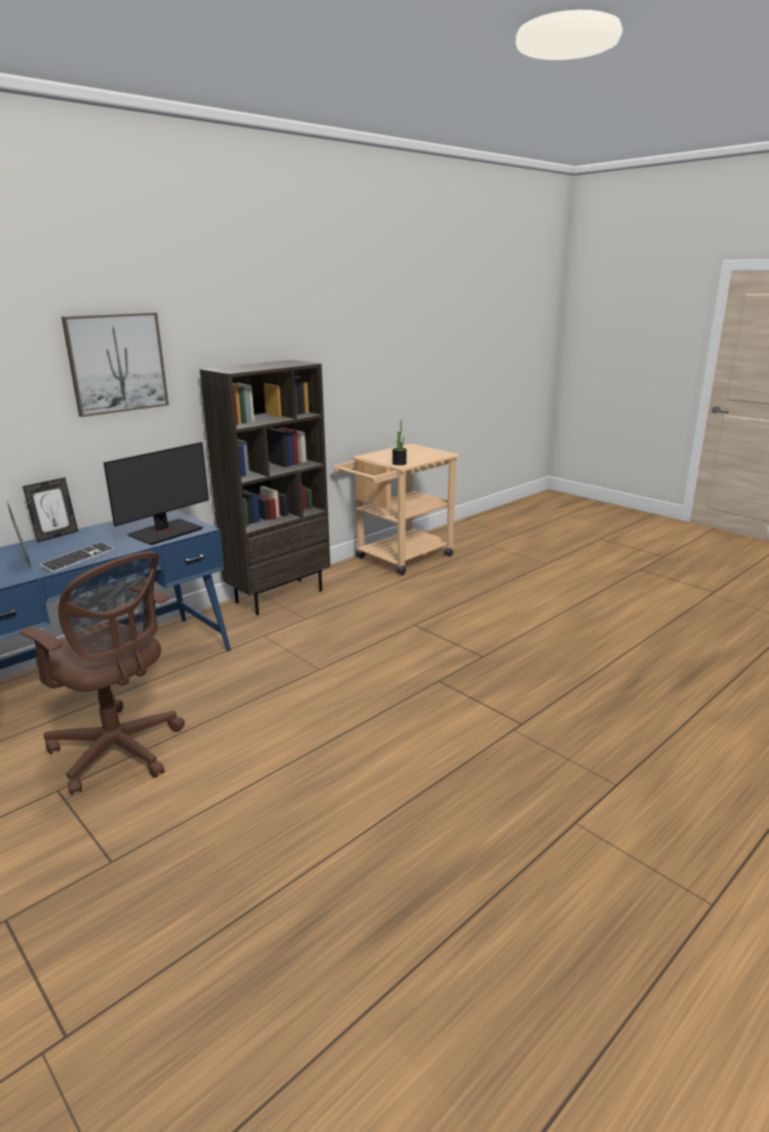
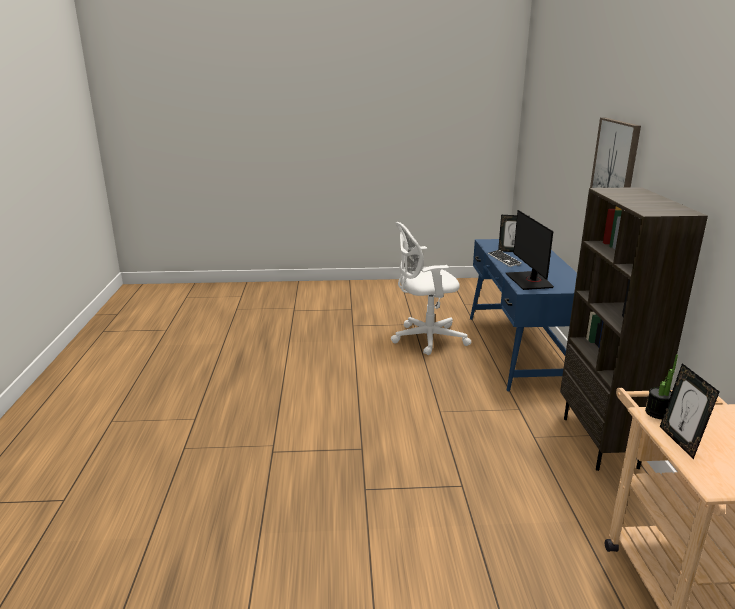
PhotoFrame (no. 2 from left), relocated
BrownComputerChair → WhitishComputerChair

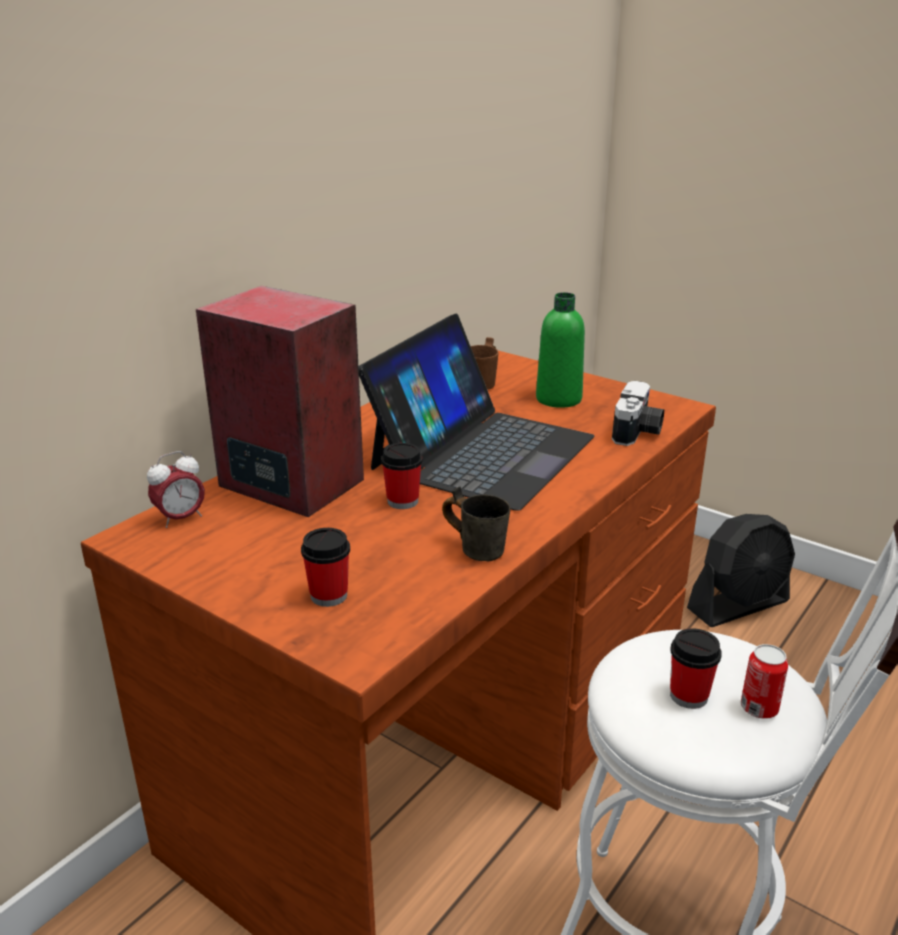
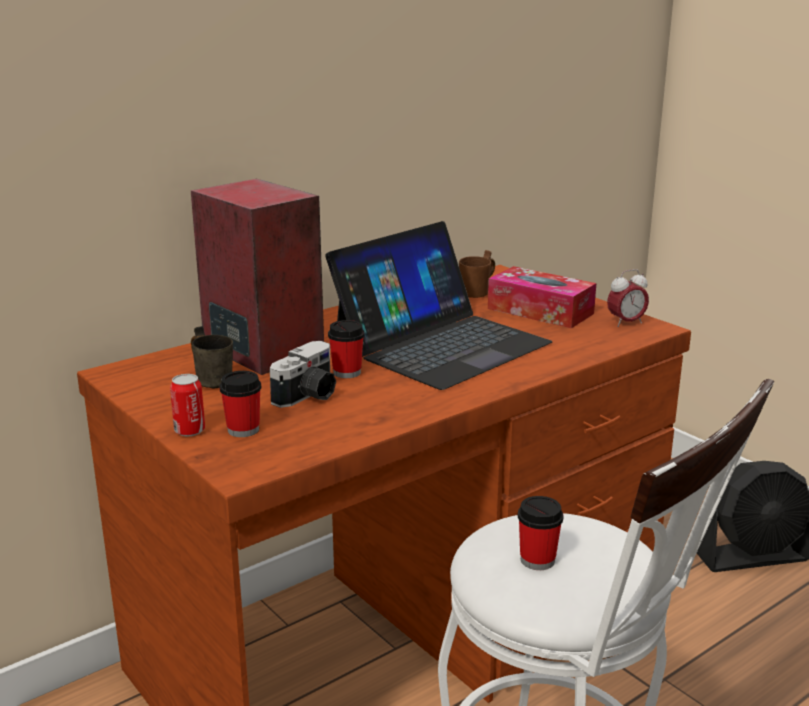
GreenColouredBottle → TissueBox
PhotoCamera, relocated
BedsideClock, relocated
GrayCoffeeMug, relocated
SealedCan, relocated

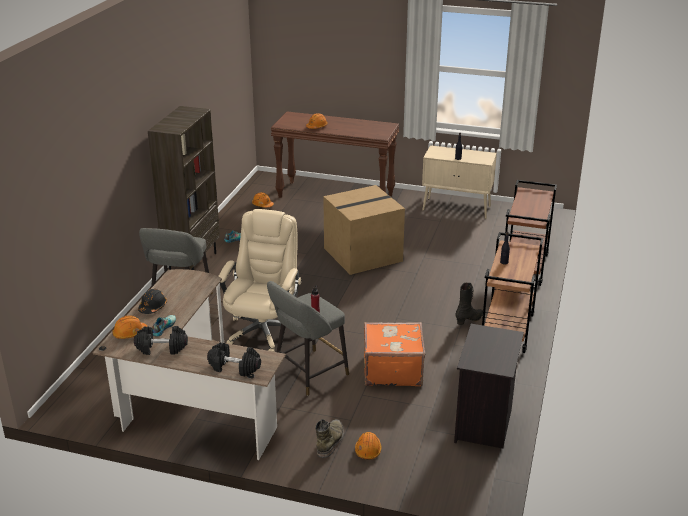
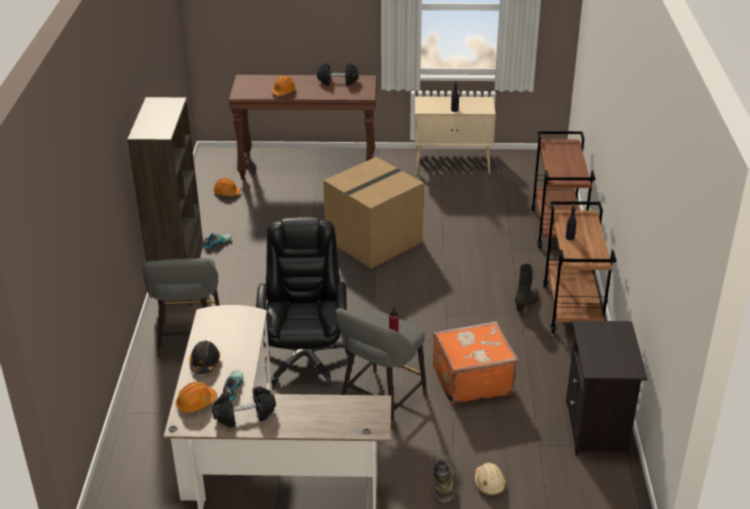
BeigeColouredComputerChair → BlackishComputerChair
BlackishFreeWeight (no. 2 from left), relocated
OrangeHardHat (no. 4 from left) → BeigeColouredHardHat

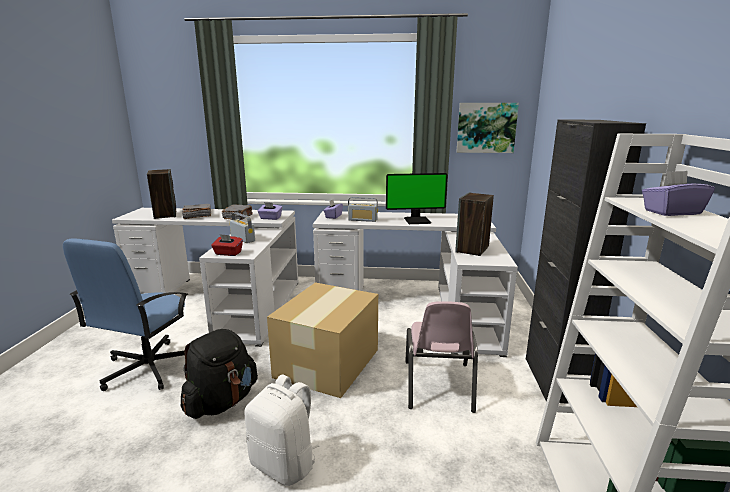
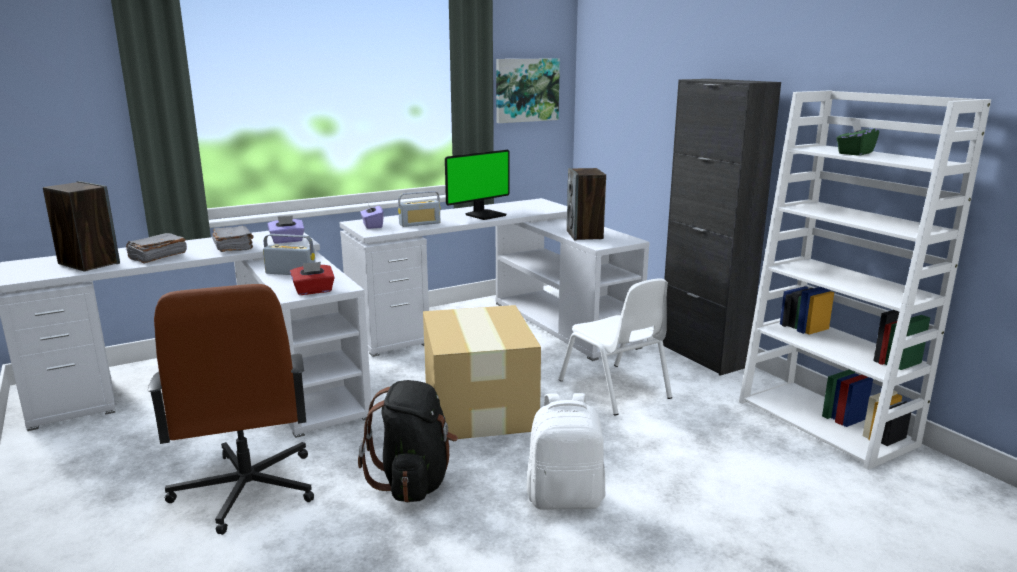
PurpleColouredTissueBox (no. 3 from left) → GreenColouredTissueBox
BlueColouredComputerChair → BrownComputerChair
PinkColouredUprightChair → WhitishUprightChair

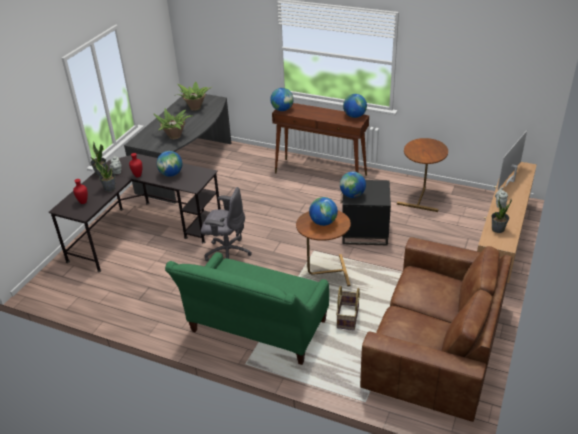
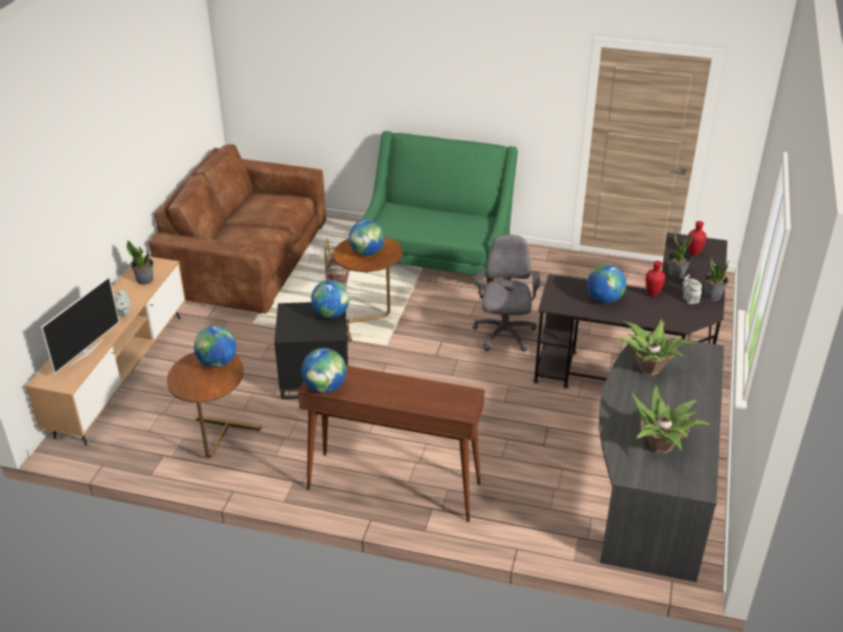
Globe (no. 2 from left in the first image) → Globe (no. 1 from left), relocated
GrayComputerChair, 90 degrees clockwise

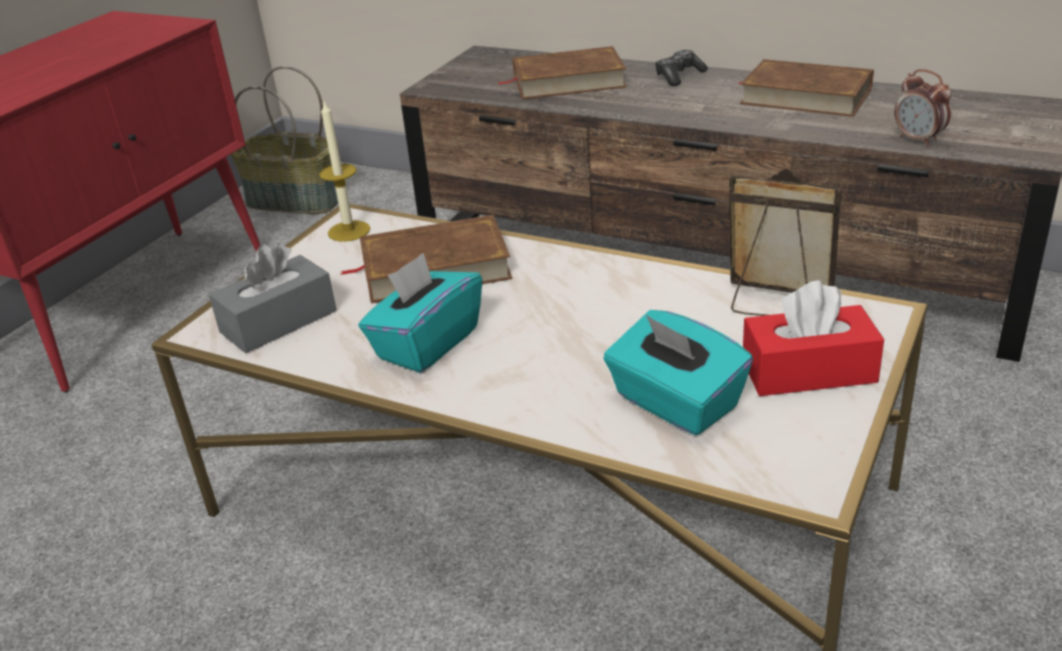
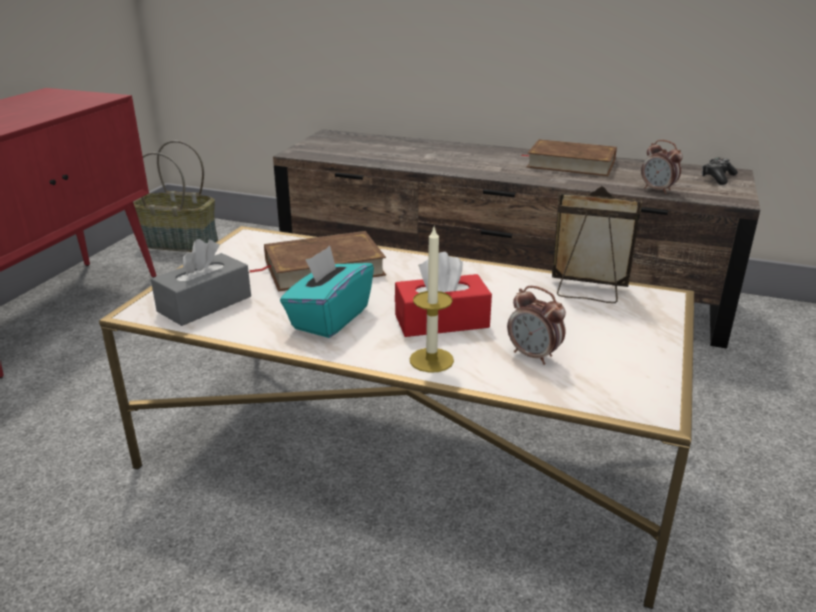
BrownVolume (no. 2 from left) → -
GameController, relocated
WaxLight, relocated
RedTissueBox, relocated
BlueGreenTissueBox (no. 2 from left) → BedsideClock (no. 1 from left)

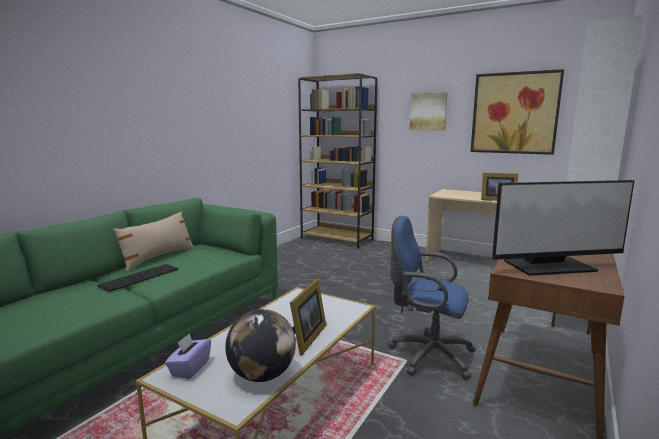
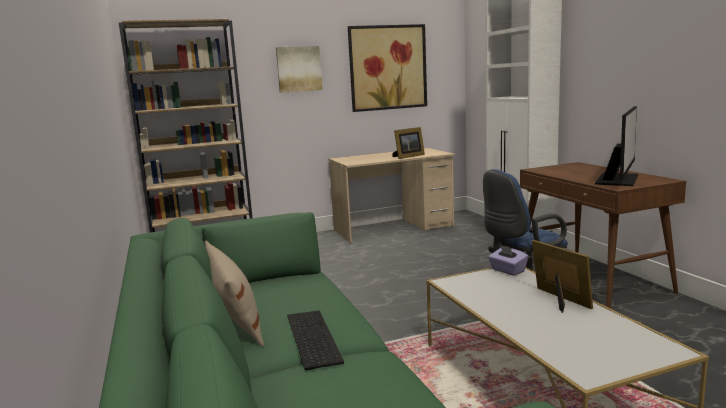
Globe → -
PurpleColouredTissueBox, relocated

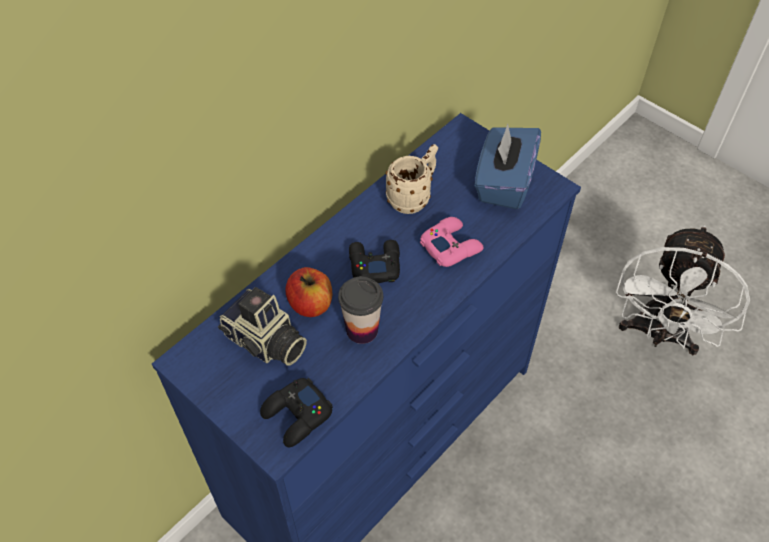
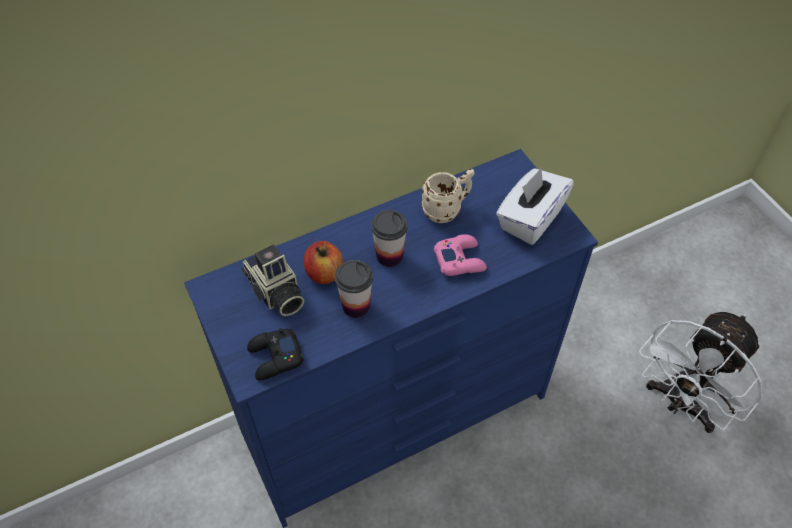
BlueColouredTissueBox → WhitishTissueBox
BlackishGameController (no. 2 from left) → DrinkingCup (no. 2 from left)

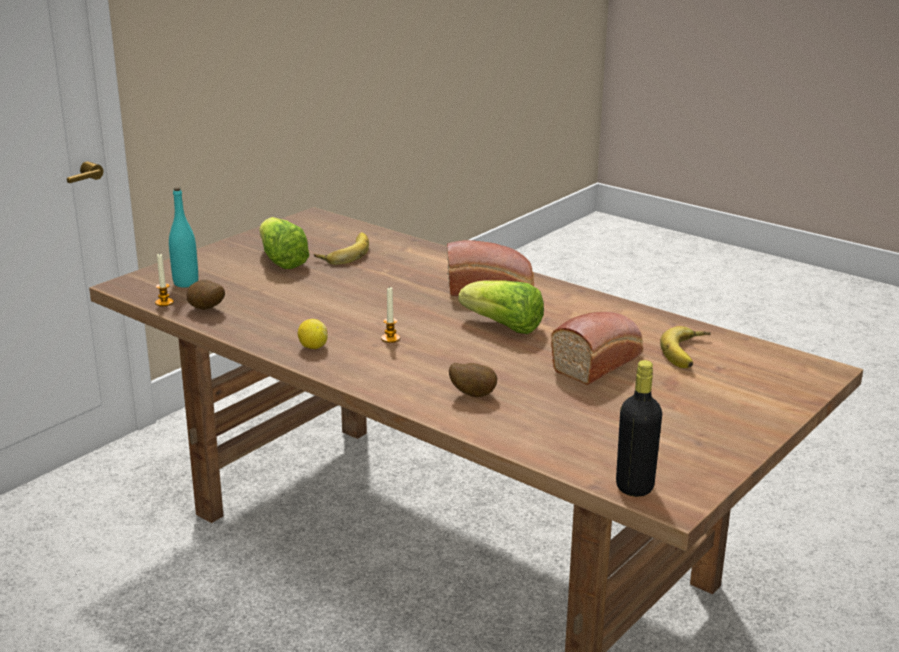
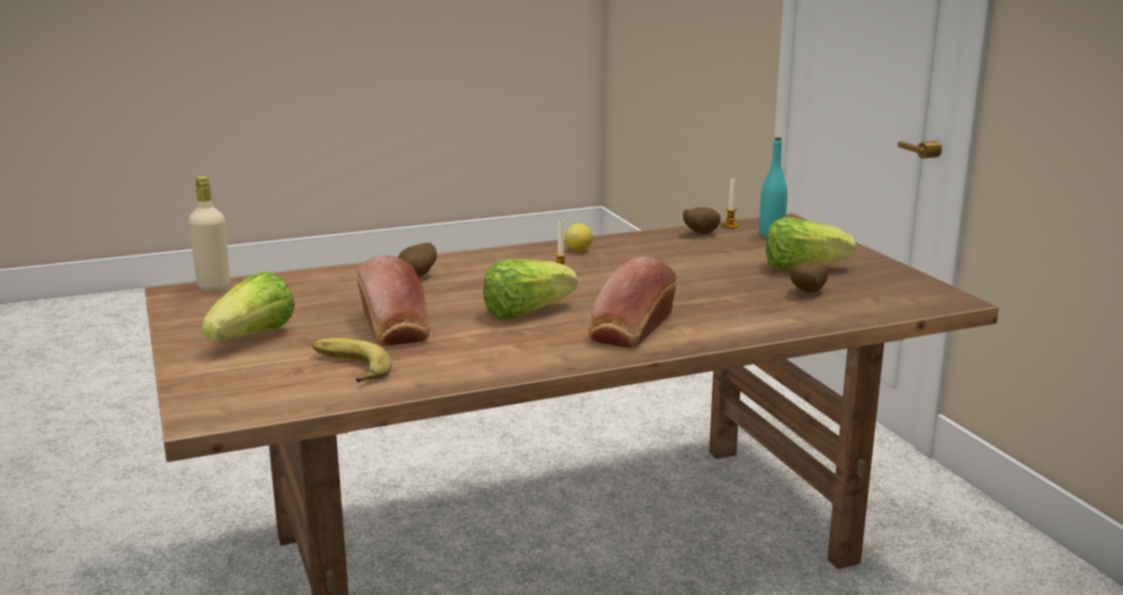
Banana (no. 1 from left) → Potato (no. 3 from left)
BlackishBottle → BeigeColouredBottle
- → HeadOfLettuce (no. 1 from left)

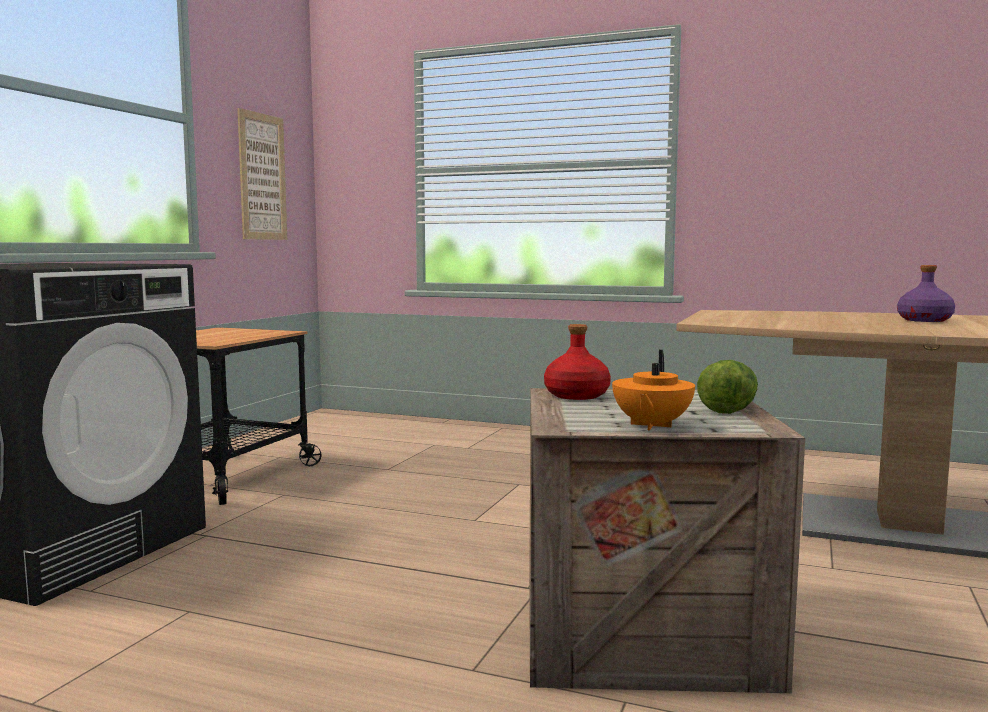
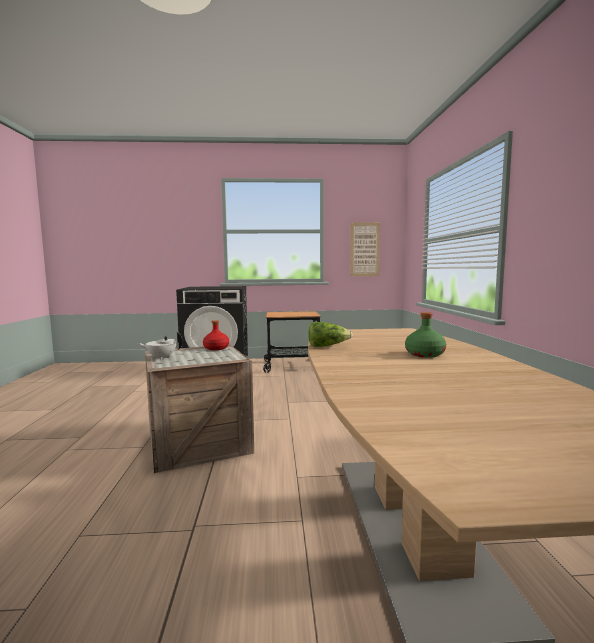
PurpleColouredBottle → GreenColouredBottle
OrangePotForTea → WhitishPotForTea
HeadOfLettuce, relocated

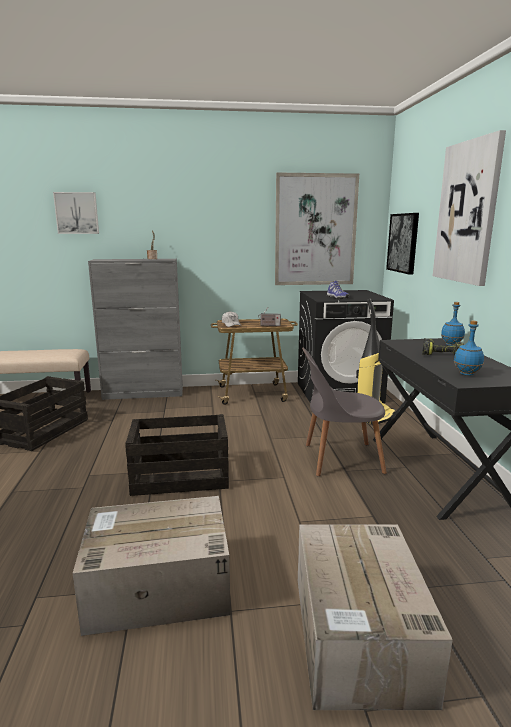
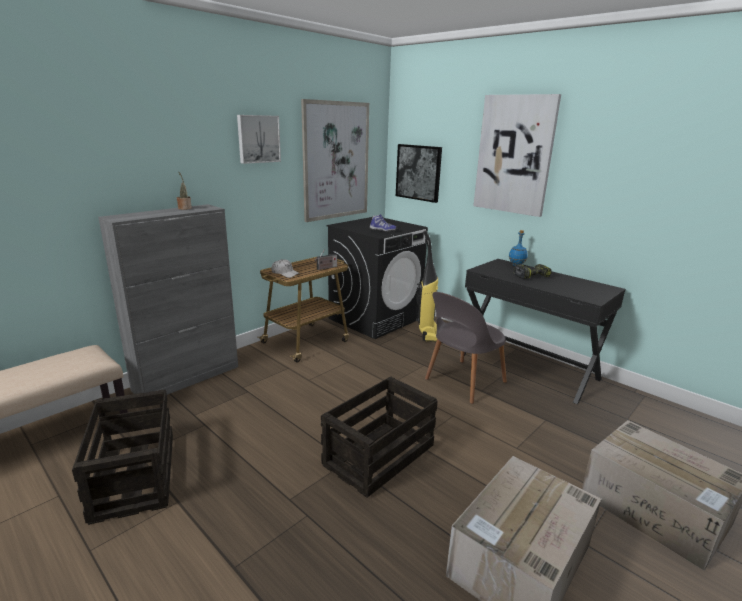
WallPicture (no. 1 from left), relocated
BlueColouredBottle (no. 2 from left) → -

